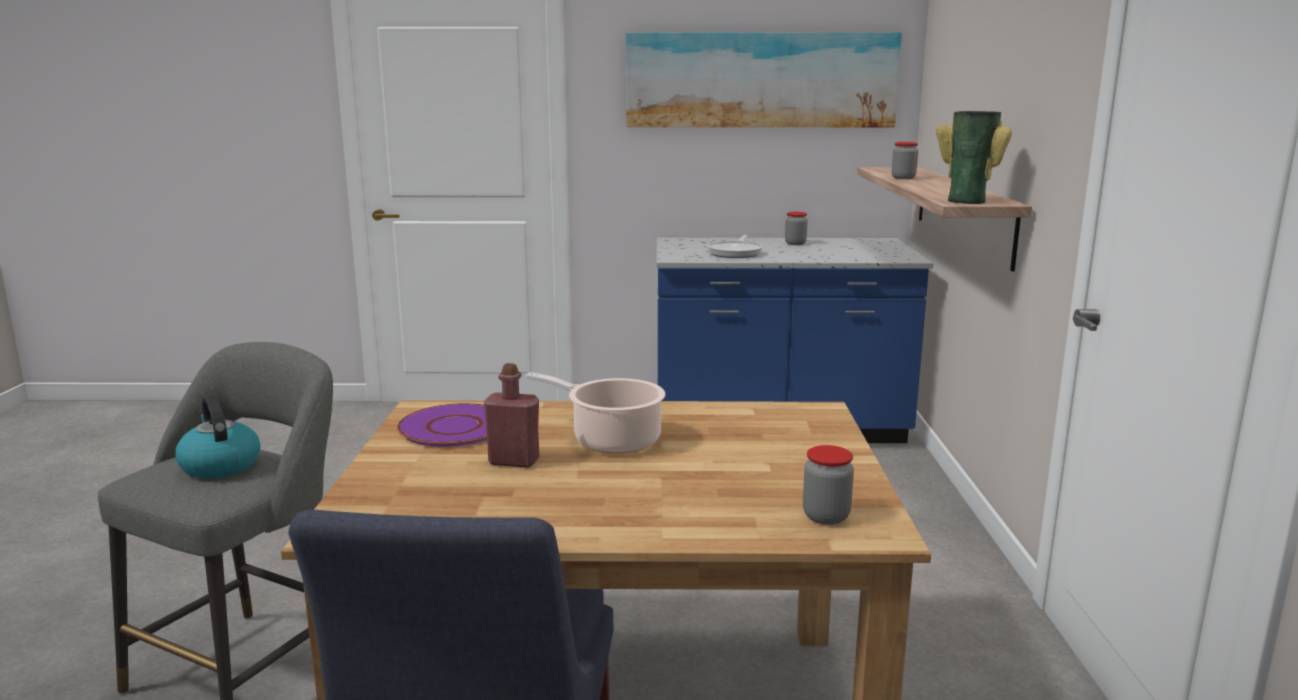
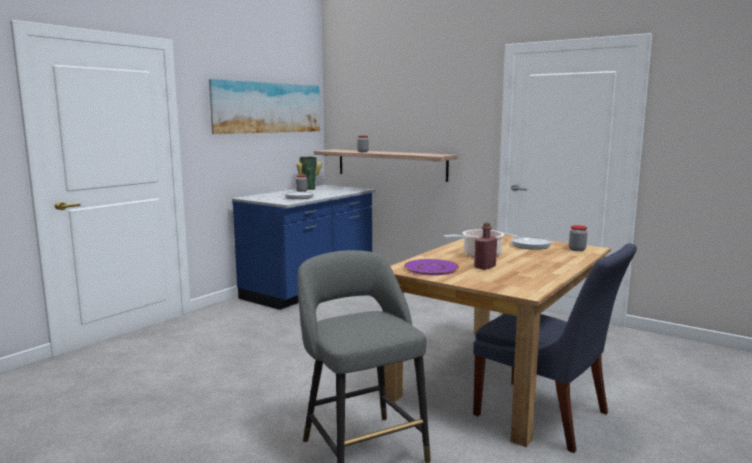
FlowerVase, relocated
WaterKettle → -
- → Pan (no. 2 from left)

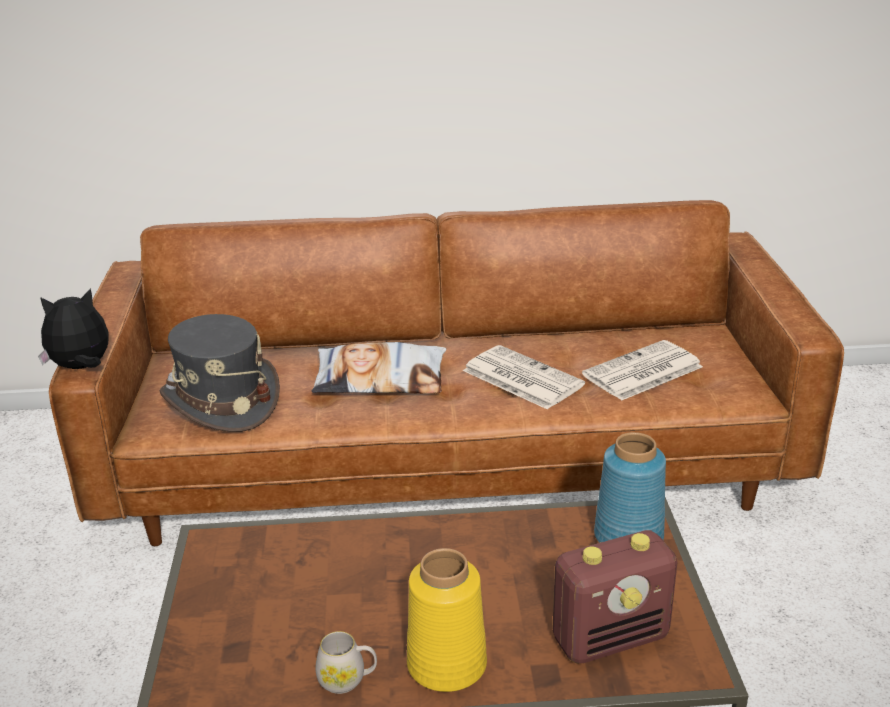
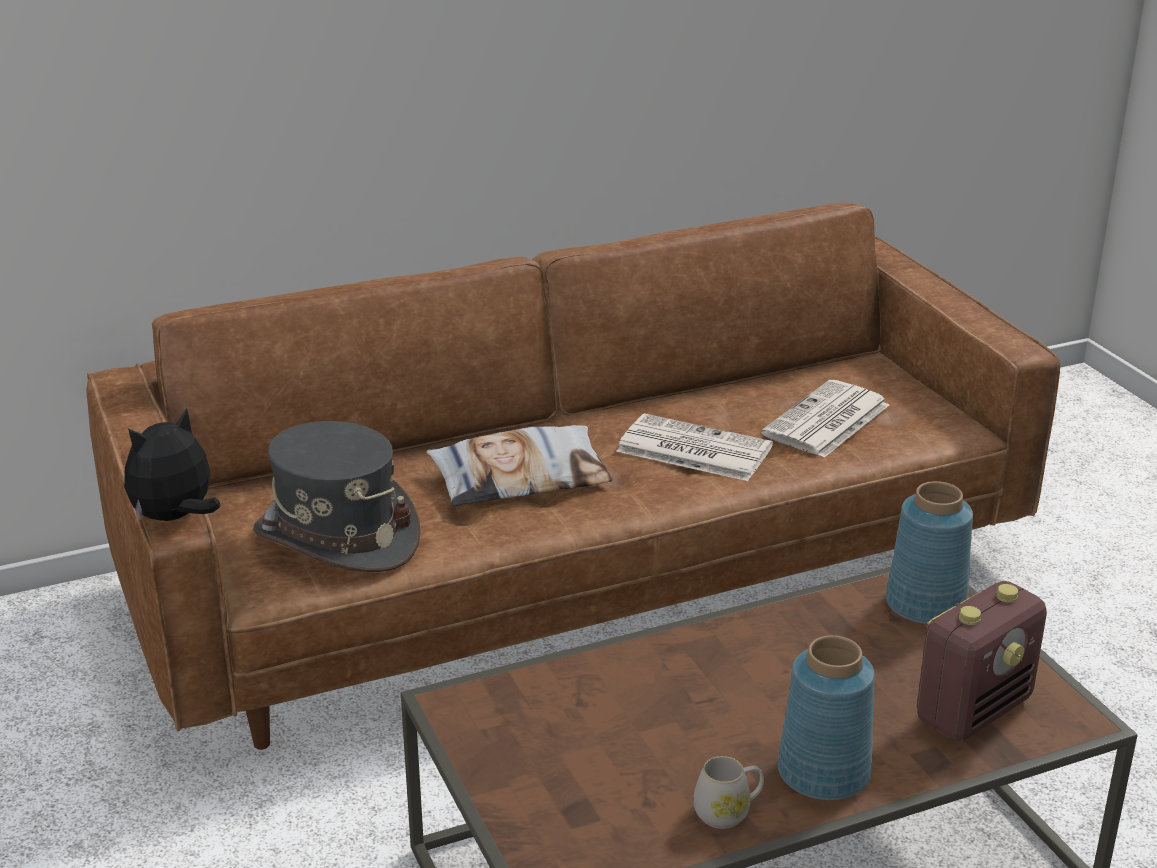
YellowFlowerVase → BlueColouredFlowerVase (no. 1 from left)

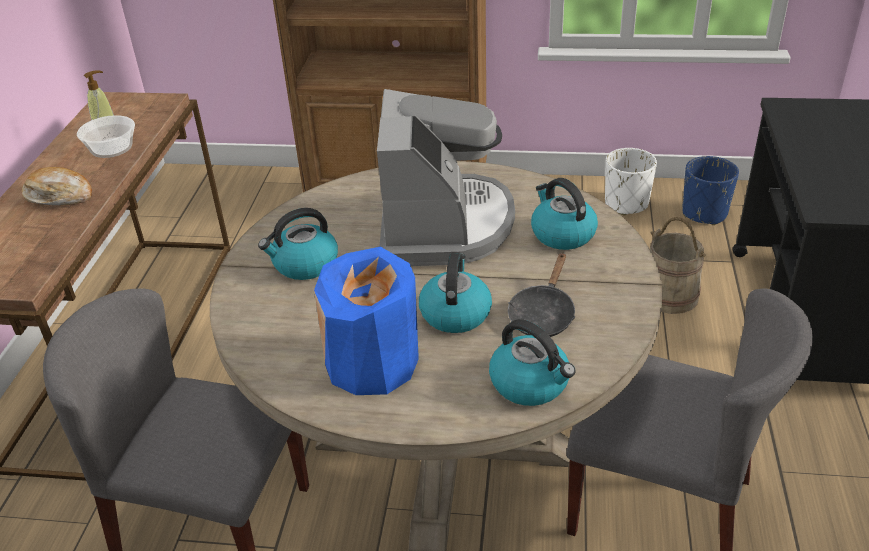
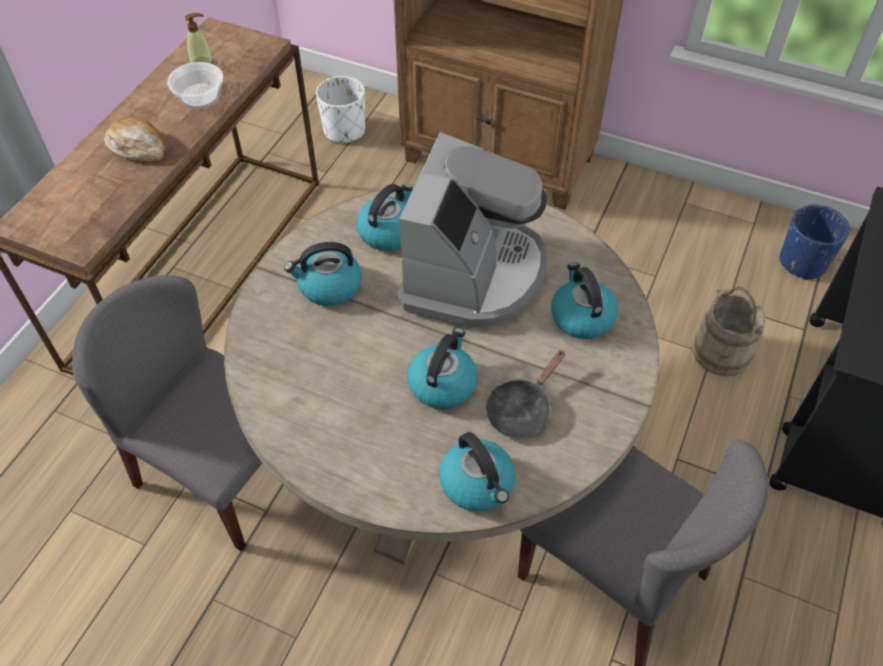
WhitishFlowerPot, relocated
BlueColouredFlowerVase → -
- → WaterKettle (no. 2 from left)

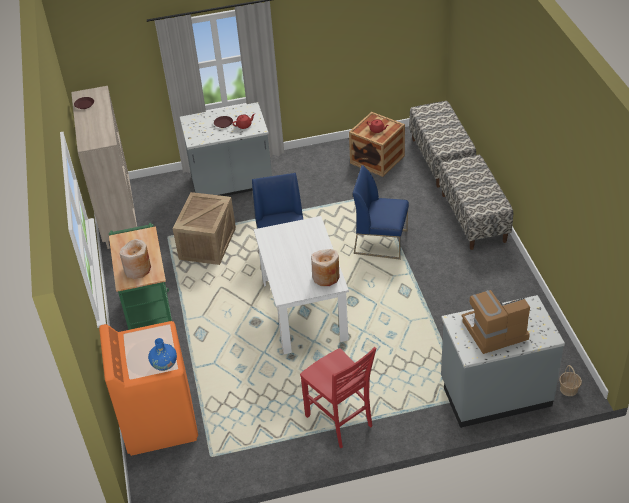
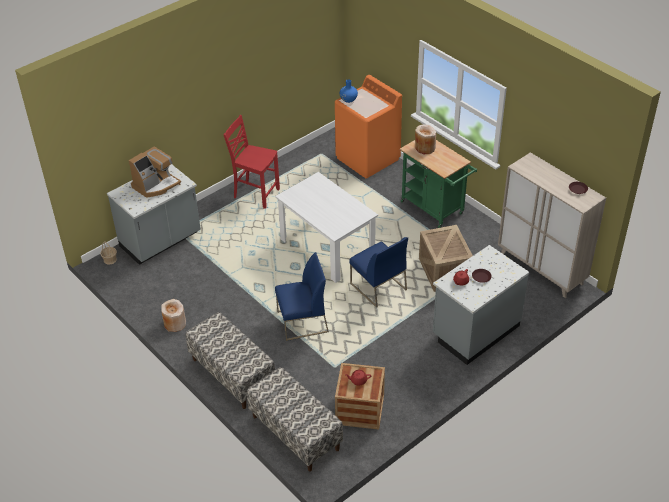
BeigeColouredFlowerVase (no. 2 from left in the first image) → BeigeColouredFlowerVase (no. 1 from left), relocated

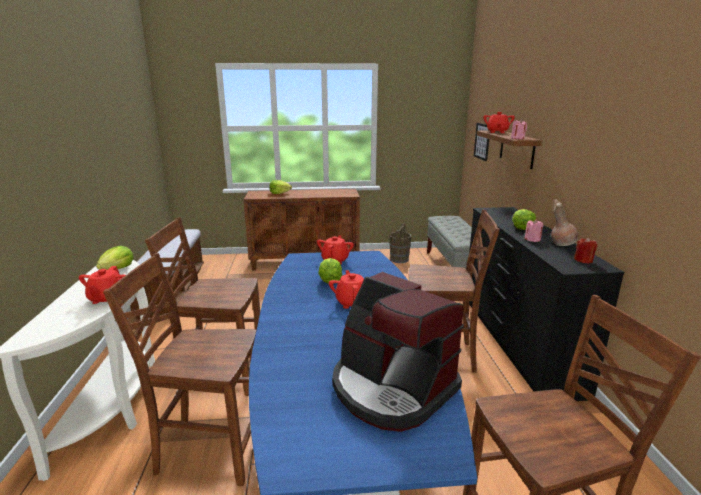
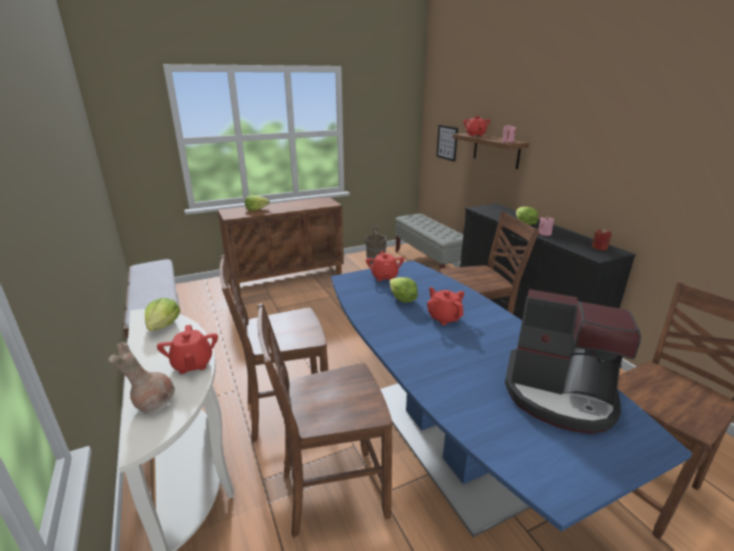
BrownFlowerVase, relocated

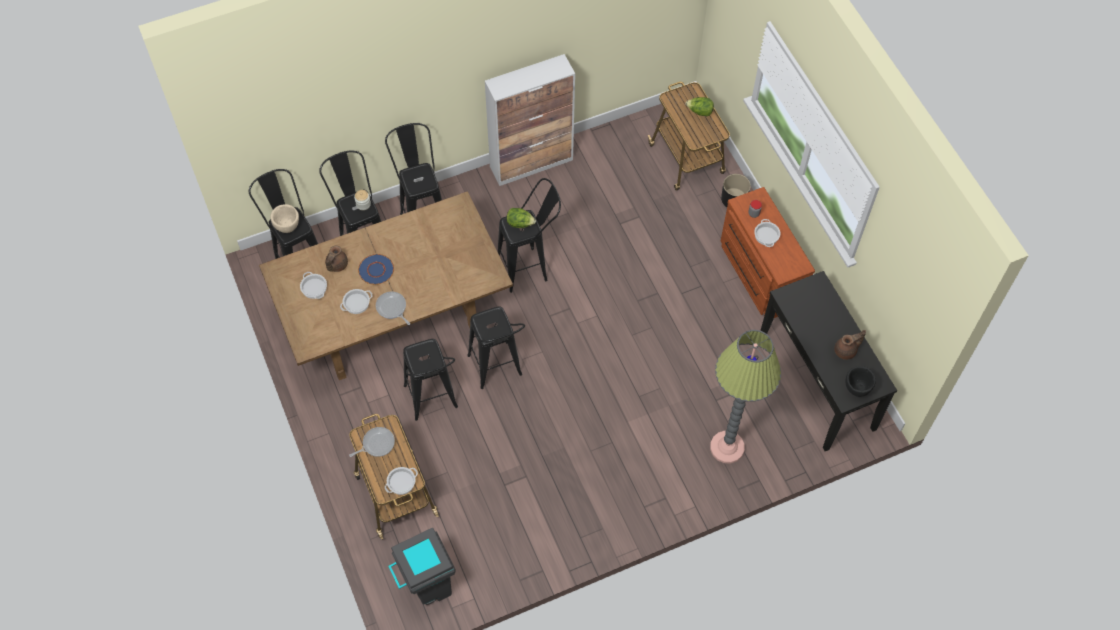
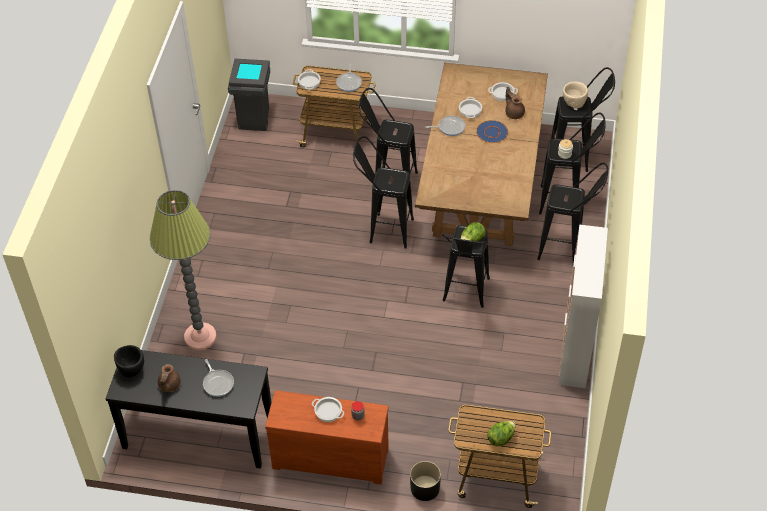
- → Pan (no. 1 from left)

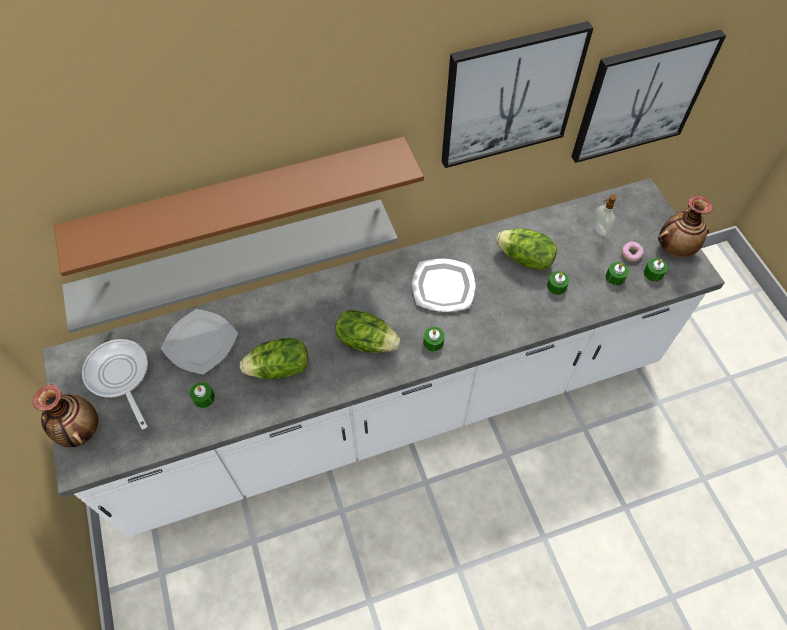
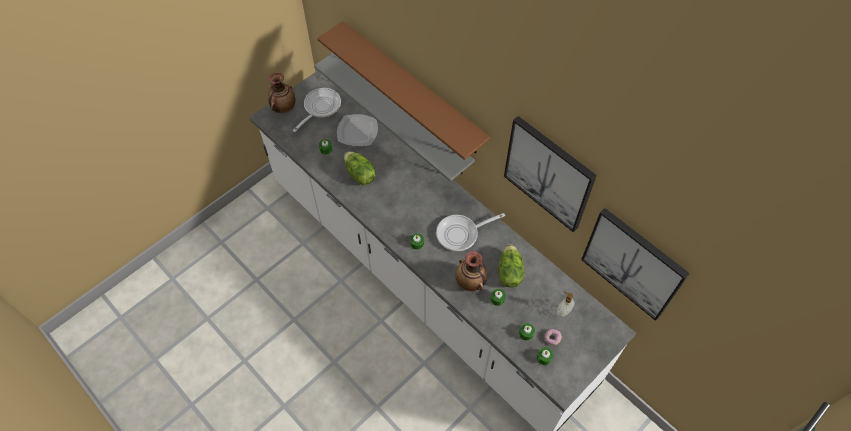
FlowerVase (no. 2 from left), relocated
Plate (no. 2 from left) → Pan (no. 2 from left)
HeadOfLettuce (no. 2 from left) → -

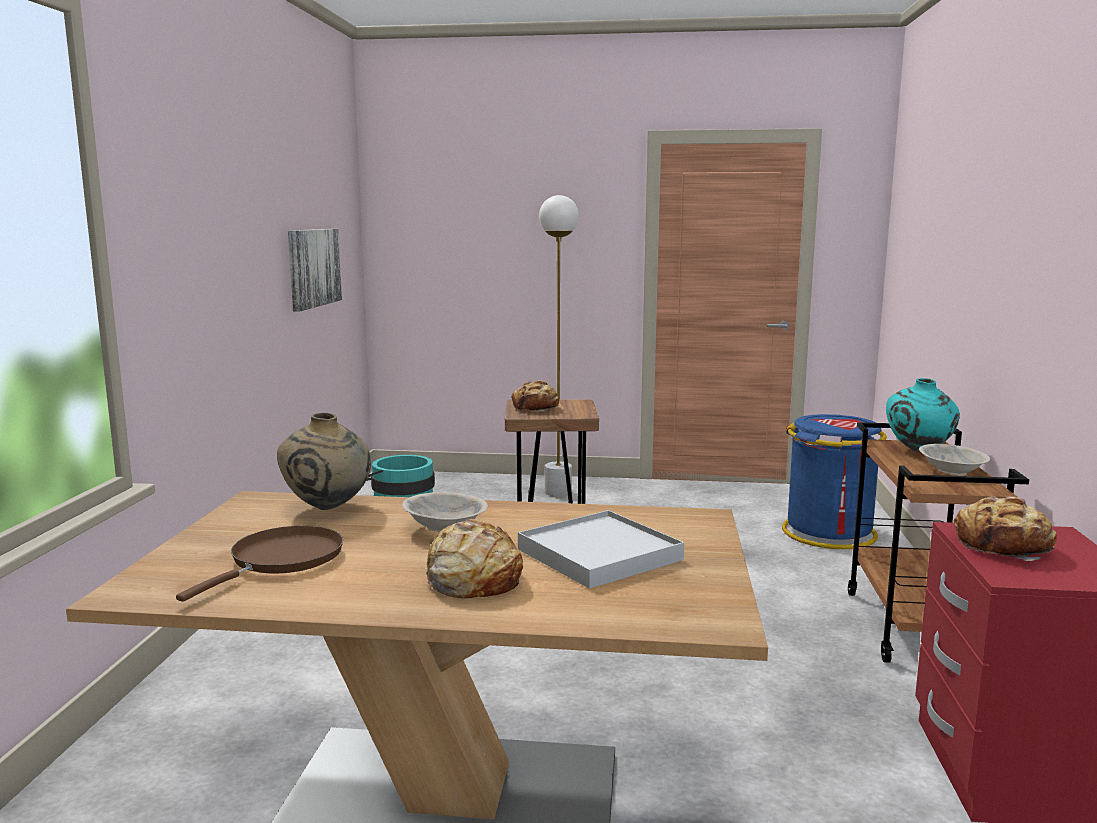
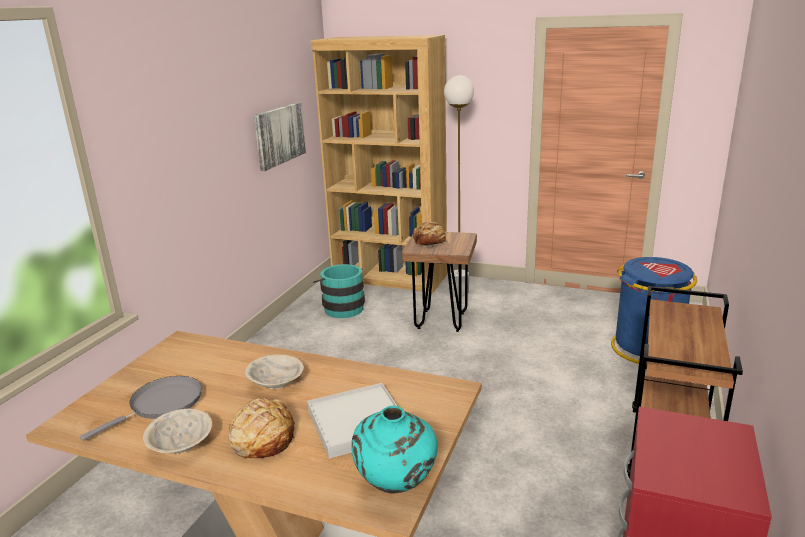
BlueGreenFlowerVase, relocated
BeigeColouredFlowerVase → -
BeigeColouredDeepDish (no. 2 from left in the first image) → BeigeColouredDeepDish (no. 1 from left), relocated
Bread (no. 3 from left) → -
BrownPan → GrayPan
- → BrownBookshelf

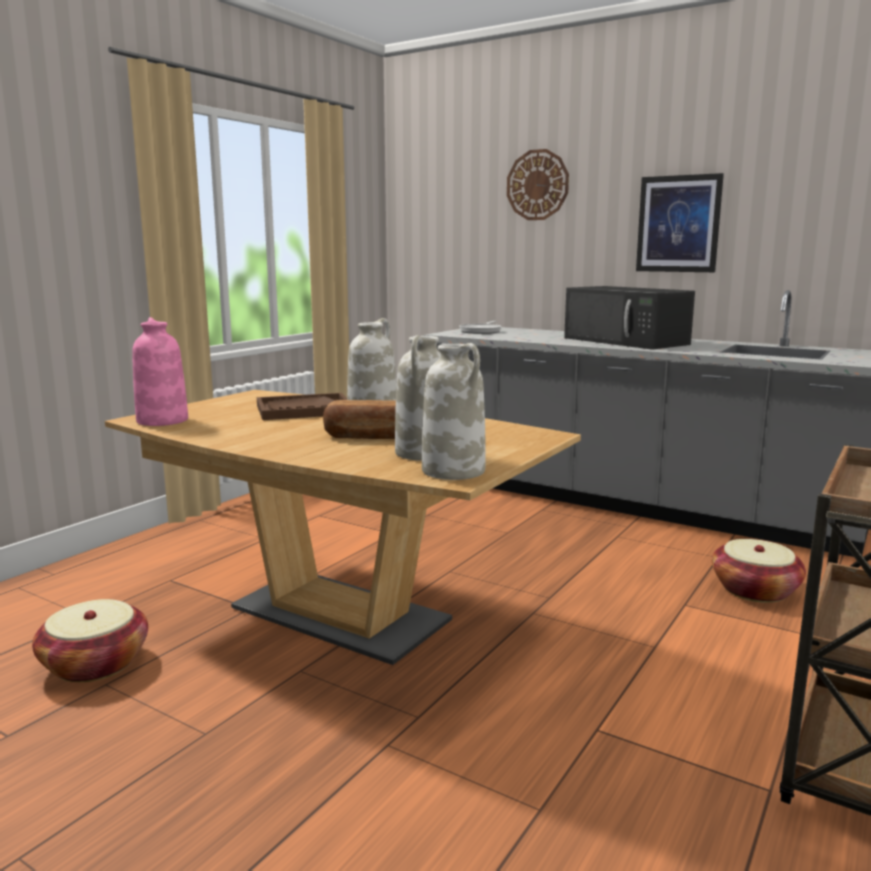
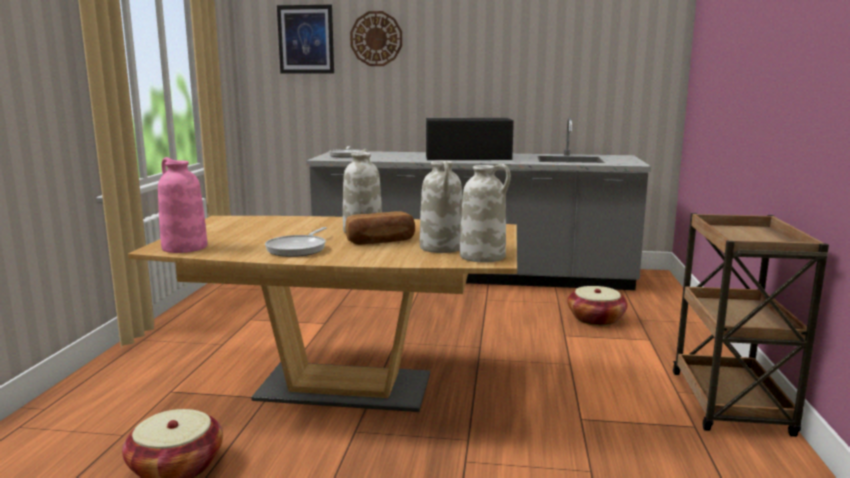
WallPicture, relocated
BlackishMicrowaveOven, 150 degrees clockwise
BrownCarryingTray → -
- → Pan (no. 1 from left)

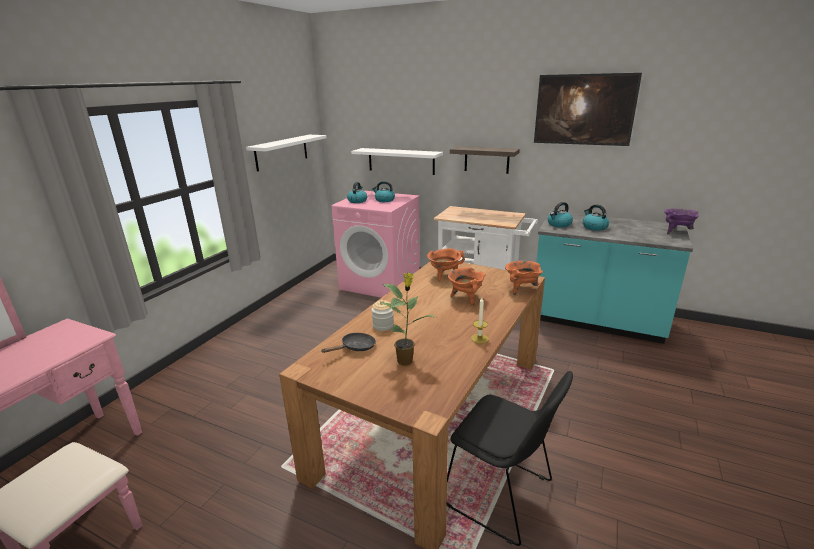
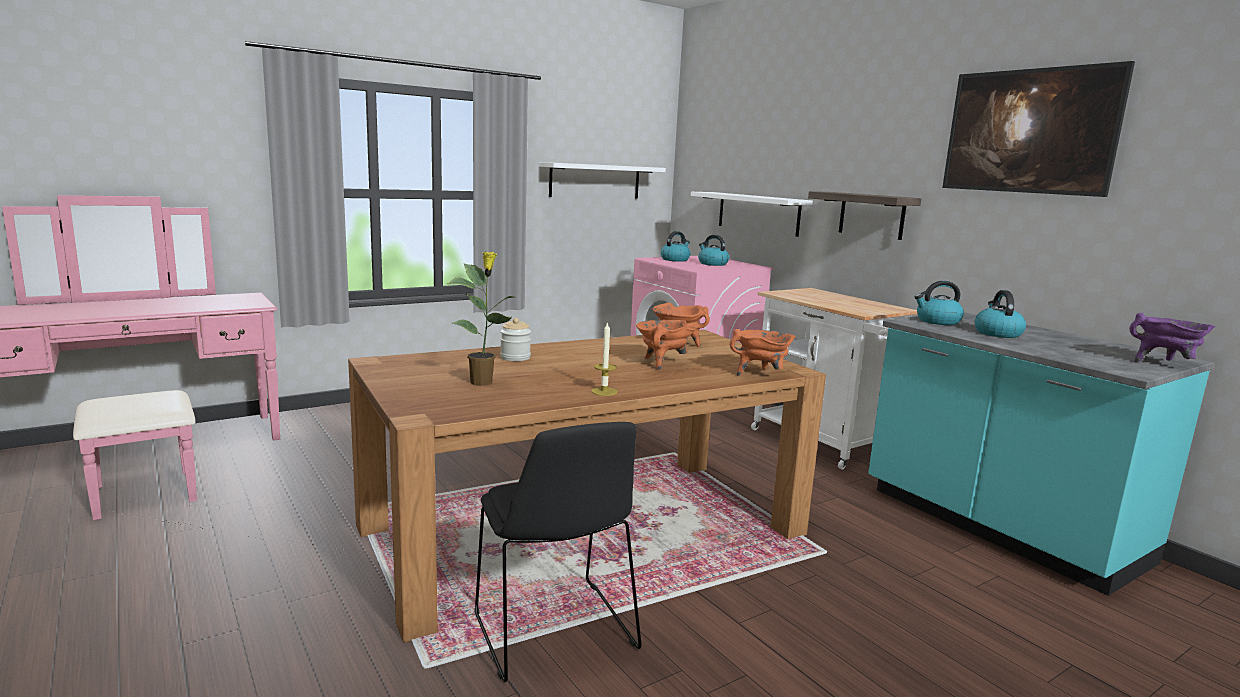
BlackishPan → -

